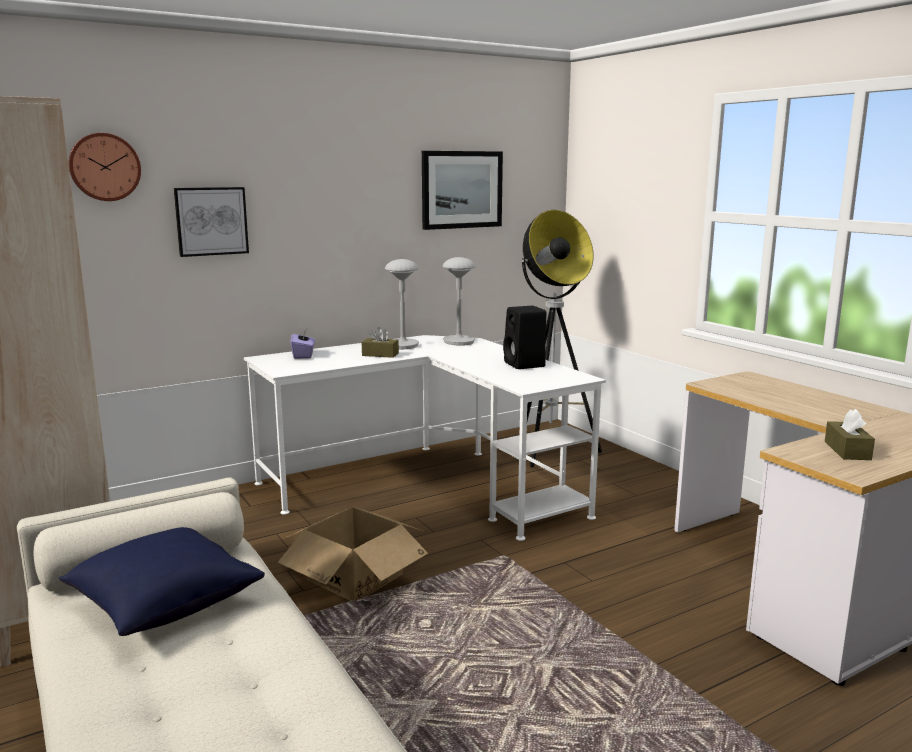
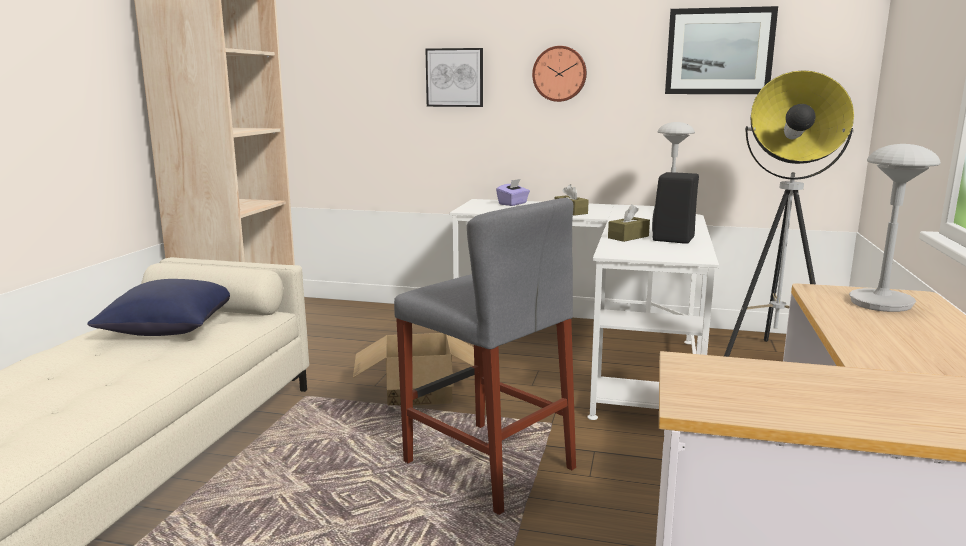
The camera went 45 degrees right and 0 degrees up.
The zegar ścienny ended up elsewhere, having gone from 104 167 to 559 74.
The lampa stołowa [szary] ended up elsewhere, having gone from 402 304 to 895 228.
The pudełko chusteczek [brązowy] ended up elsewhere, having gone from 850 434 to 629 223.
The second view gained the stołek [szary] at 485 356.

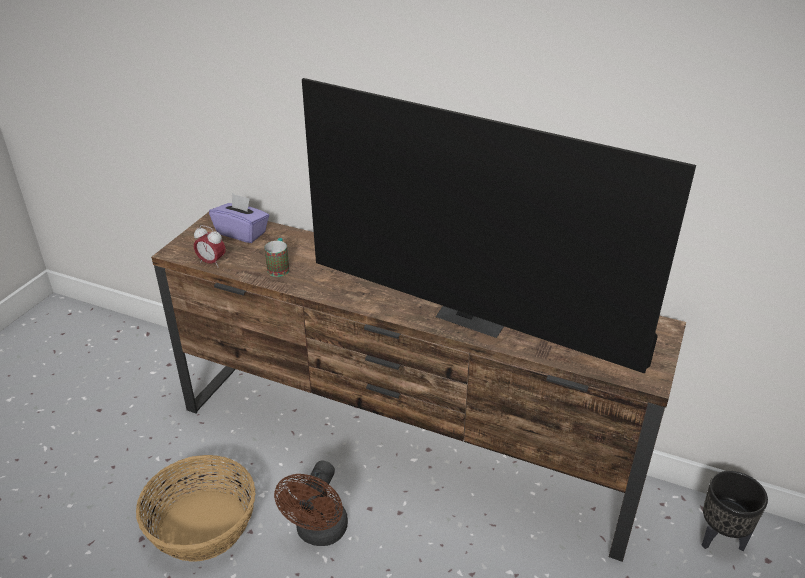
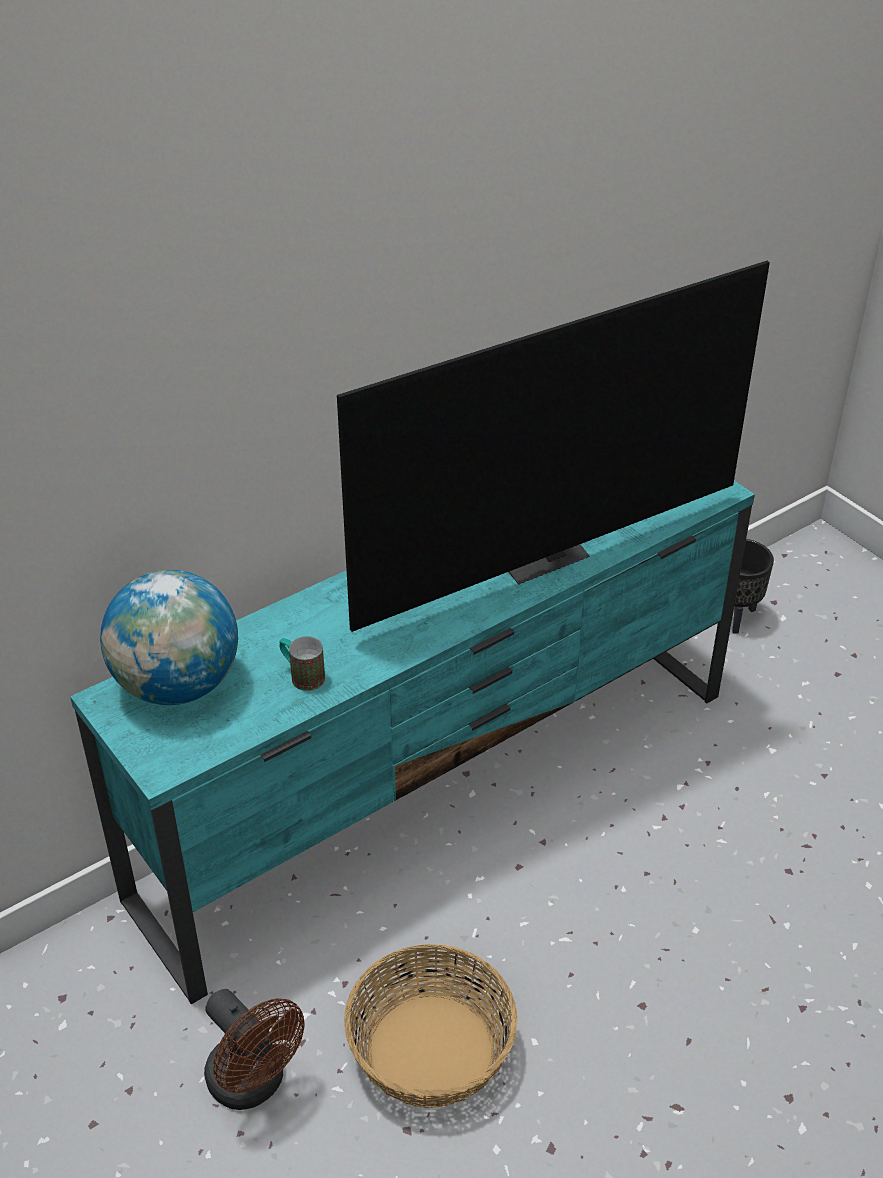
The camera went 60 degrees left and 5 degrees up.
Where the pudełko chusteczek [fioletowy] stood at 239 218, the globus came to stand at 169 637.
What was the szafka pod telewizor [brązowy] at 418 387 turned into the szafka pod telewizor [turkusowy] at 412 742.
The second view lost the budzik at 210 246.
The wentylator [brązowy] ended up elsewhere, having gone from 311 503 to 254 1049.

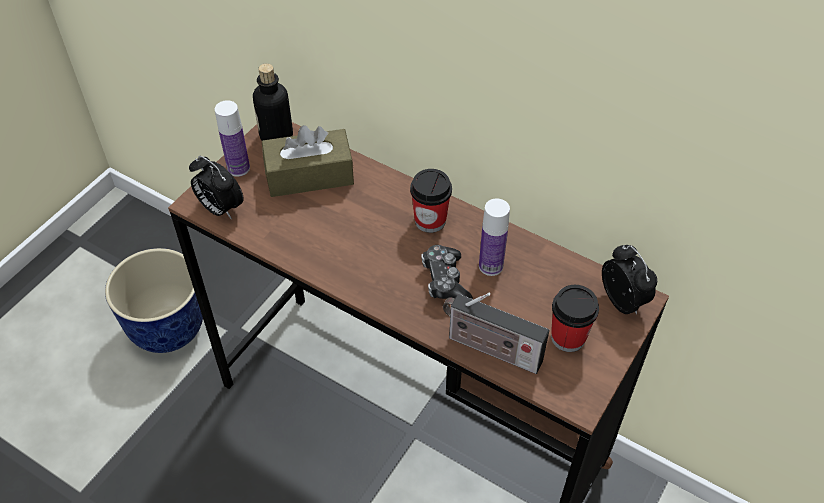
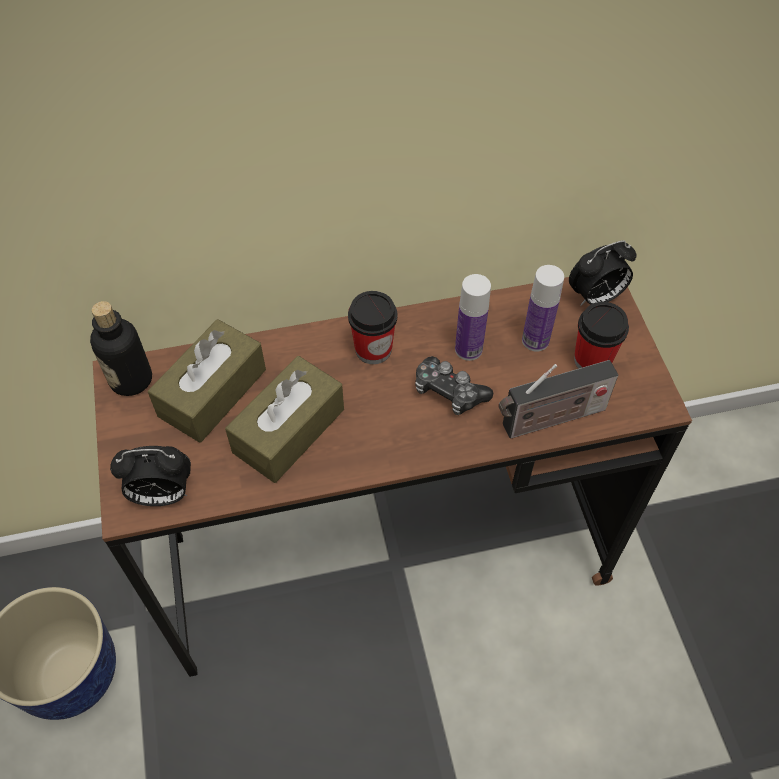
The camera went 45 degrees left and 5 degrees up.
The butelka ended up elsewhere, having gone from 232 138 to 543 308.
The budzik at 629 280 ended up facing another way, 135 degrees clockwise from before.
The second view gained the pudełko chusteczek [brązowy] at 284 419.

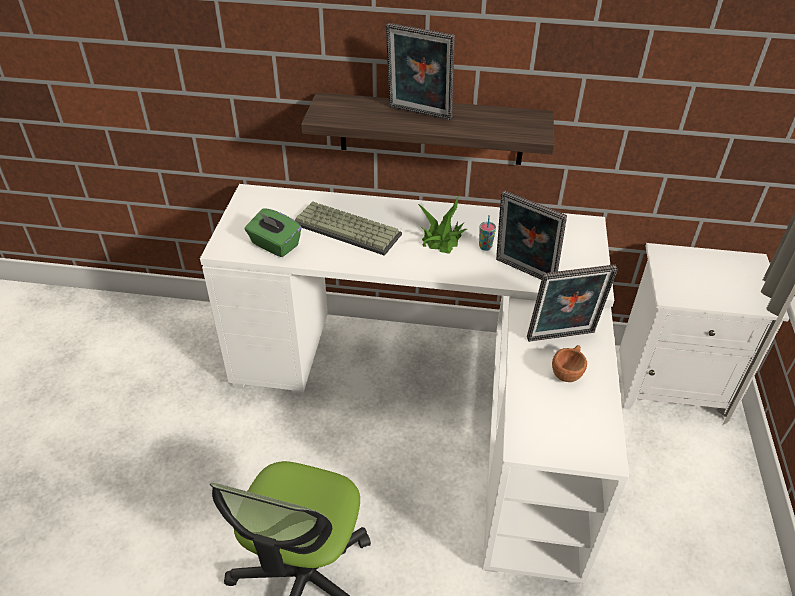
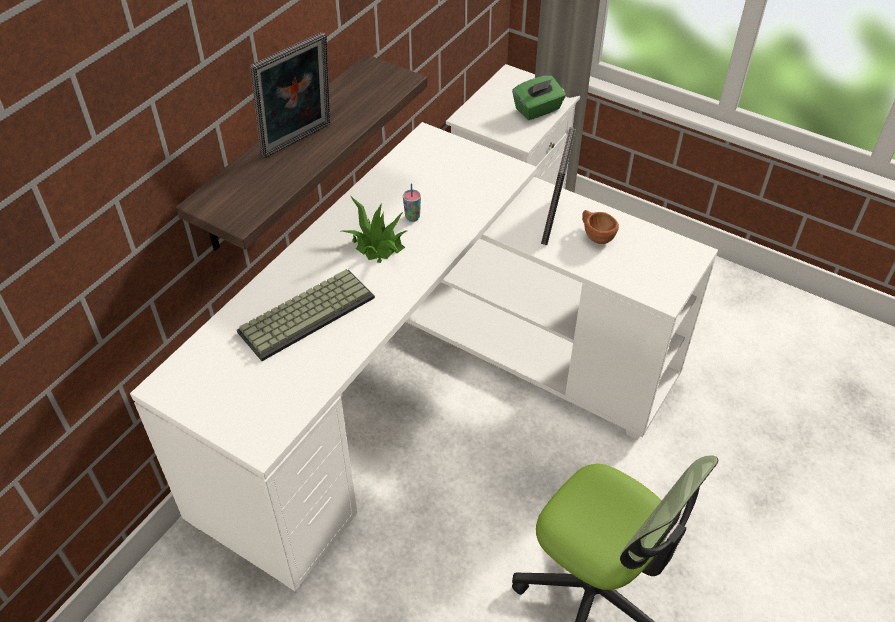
The camera went 65 degrees left and 5 degrees up.
The second view lost the ramka na zdjęcie at 531 235.
The pudełko chusteczek [zielony] ended up elsewhere, having gone from 273 232 to 539 97.

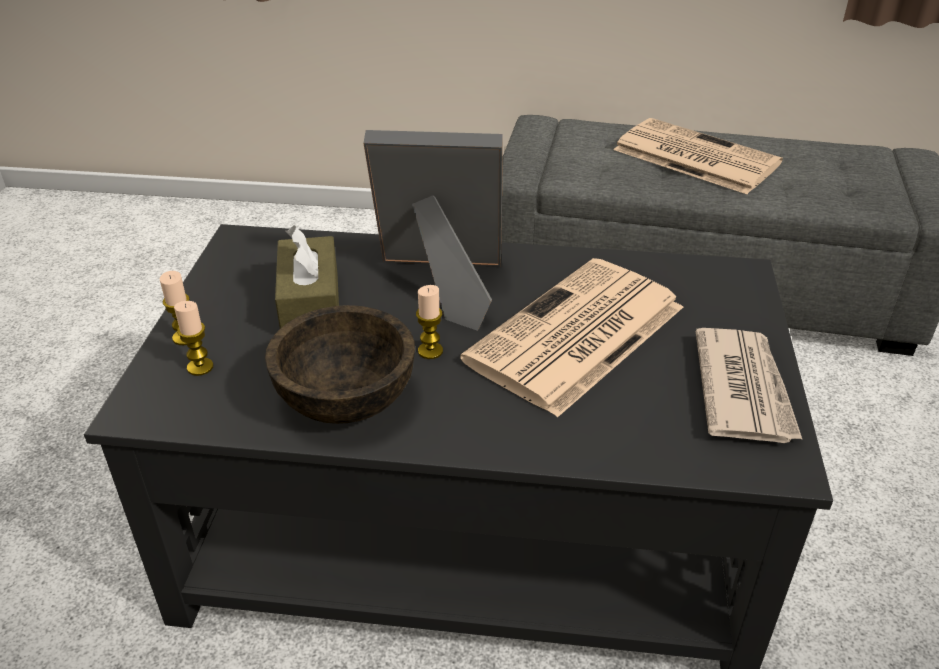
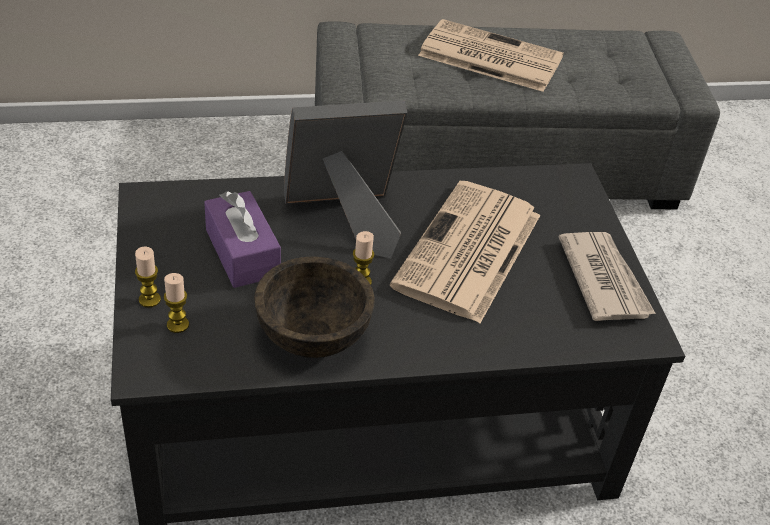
The camera went 20 degrees left and 5 degrees up.
What was the pudełko chusteczek [brązowy] at 307 277 turned into the pudełko chusteczek [fioletowy] at 242 239.

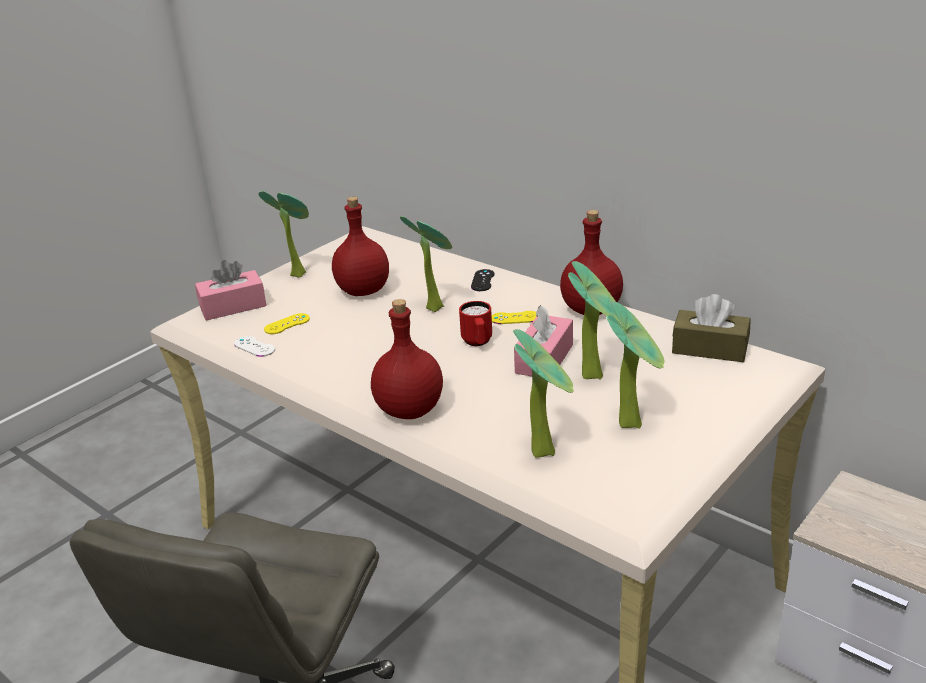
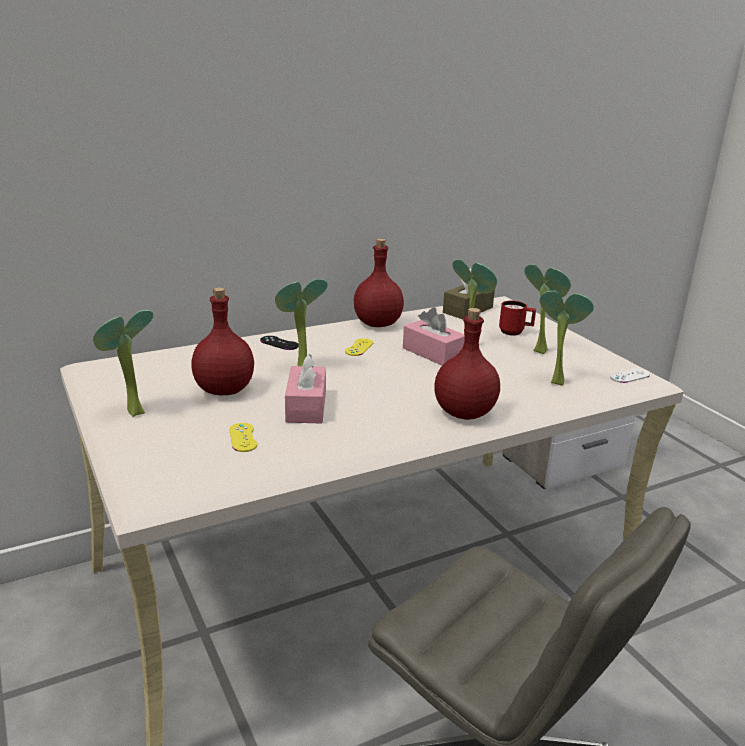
The camera went 70 degrees left and 5 degrees down.
The pudełko chusteczek [różowy] ended up elsewhere, having gone from 231 290 to 305 389.
The kubek [czerwony] ended up elsewhere, having gone from 475 323 to 517 318.
The pad do gier [biały] ended up elsewhere, having gone from 254 346 to 630 375.

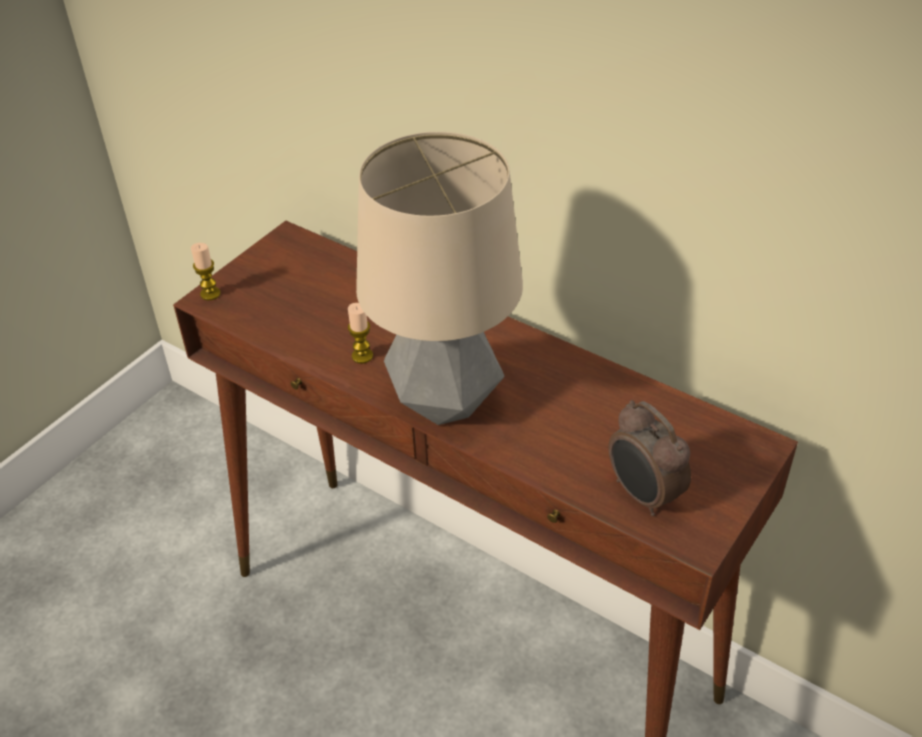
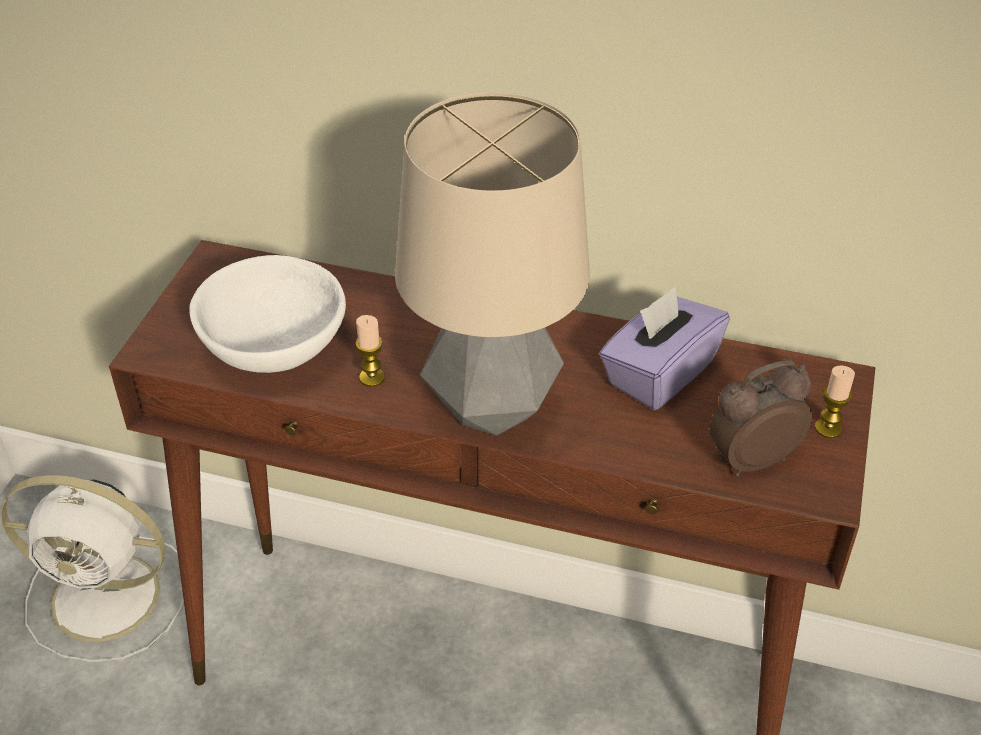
The camera went 20 degrees left and 0 degrees up.
The świeca ended up elsewhere, having gone from 206 272 to 835 402.
The budzik at 649 458 ended up facing another way, 120 degrees clockwise from before.
The second view gained the miska [biały] at 267 314.
The second view gained the pudełko chusteczek [fioletowy] at 664 348.
The second view gained the wentylator [biały] at 92 569.

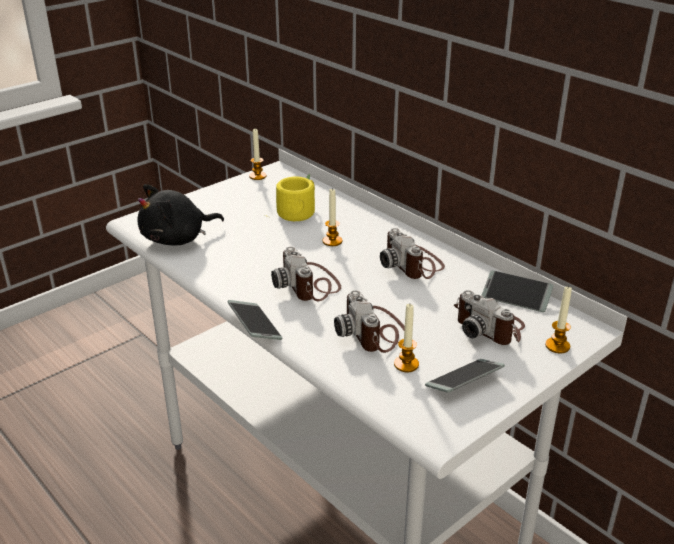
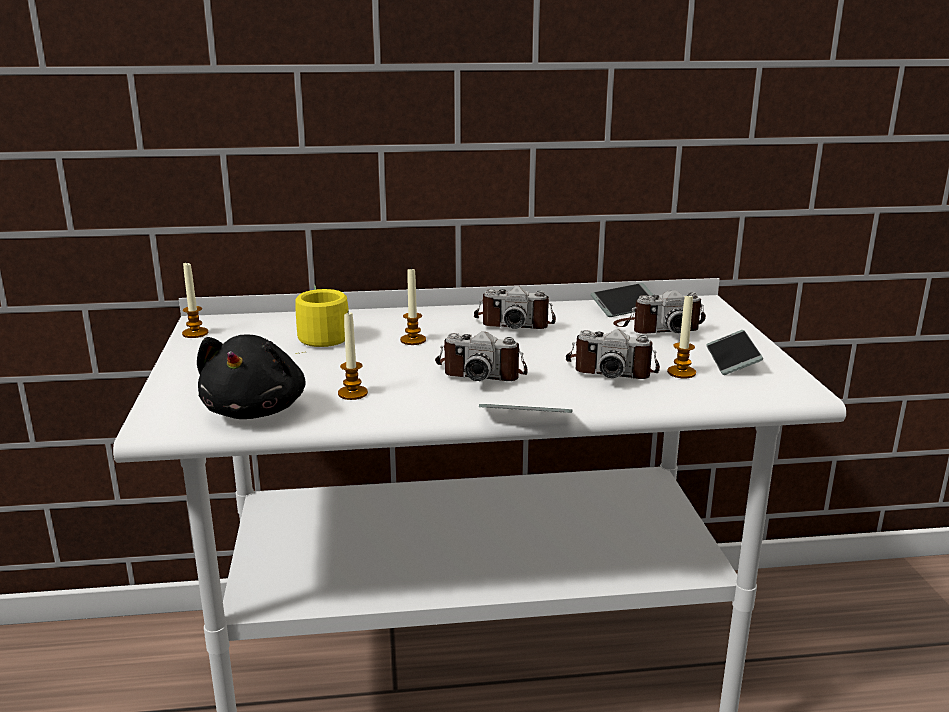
The camera went 55 degrees left and 10 degrees down.
The świeca ended up elsewhere, having gone from 558 319 to 353 356.

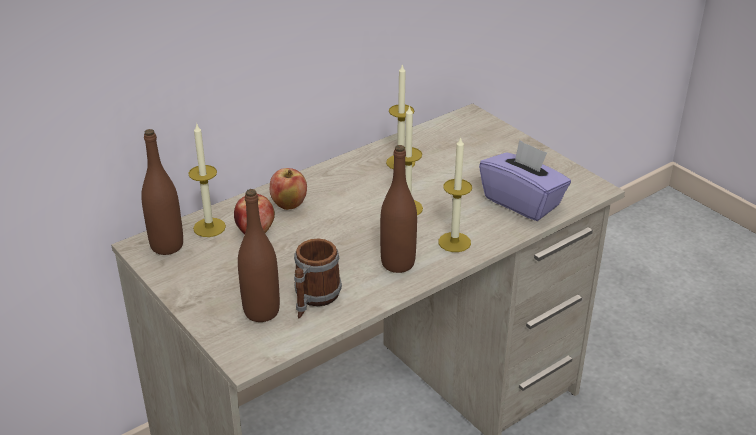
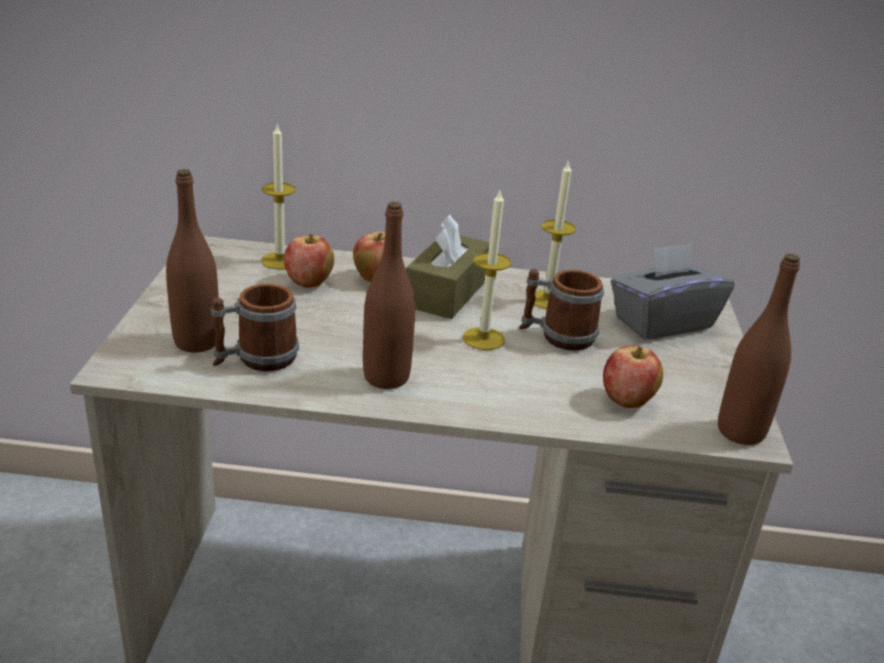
The camera went 40 degrees right and 5 degrees down.
The butelka [brązowy] ended up elsewhere, having gone from 162 192 to 759 349.
The second view lost the świeca at 455 194.
Where the pudełko chusteczek [fioletowy] stood at 525 180, the jabłko came to stand at 633 377.
The second view gained the pudełko chusteczek [brązowy] at 448 266.
The second view gained the pudełko chusteczek [szary] at 672 291.
The second view gained the kubek at 561 310.

